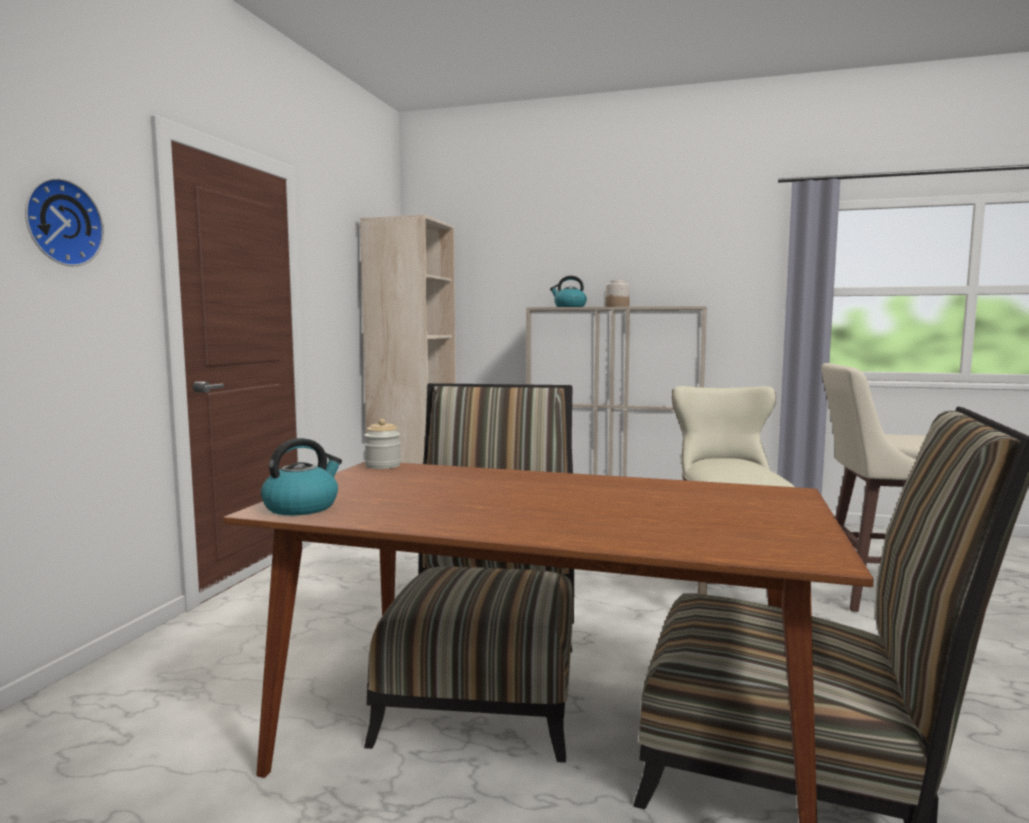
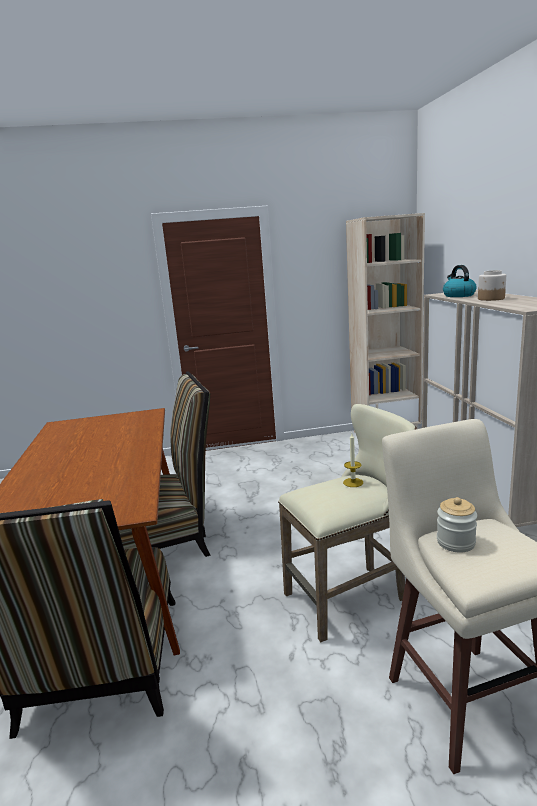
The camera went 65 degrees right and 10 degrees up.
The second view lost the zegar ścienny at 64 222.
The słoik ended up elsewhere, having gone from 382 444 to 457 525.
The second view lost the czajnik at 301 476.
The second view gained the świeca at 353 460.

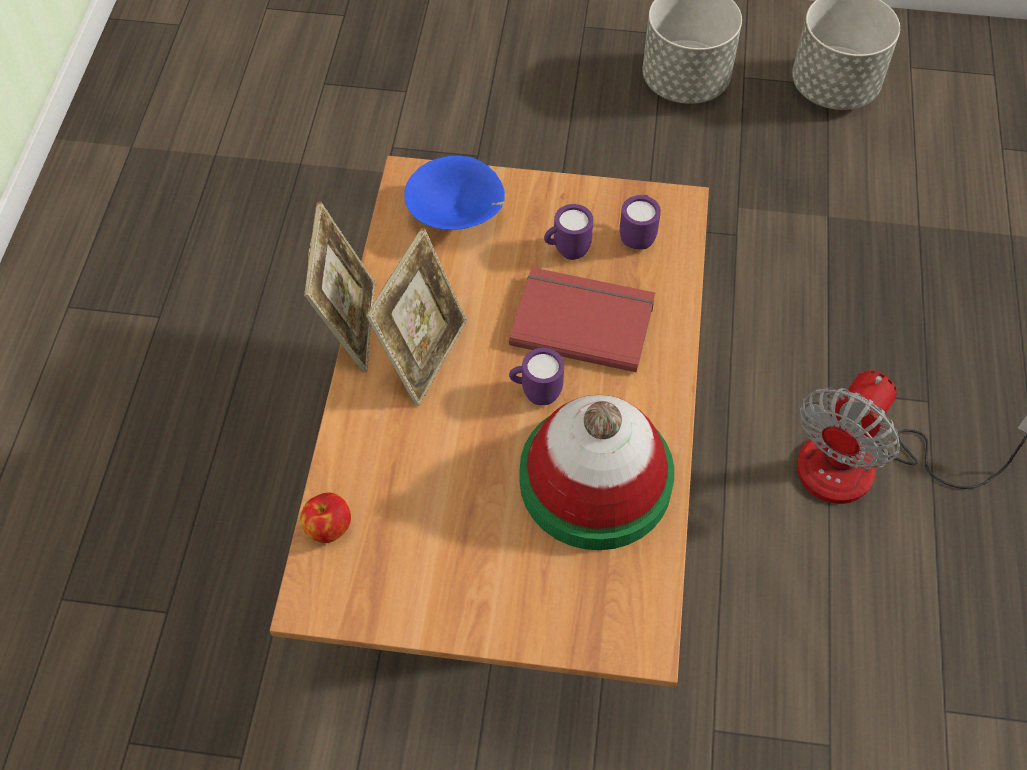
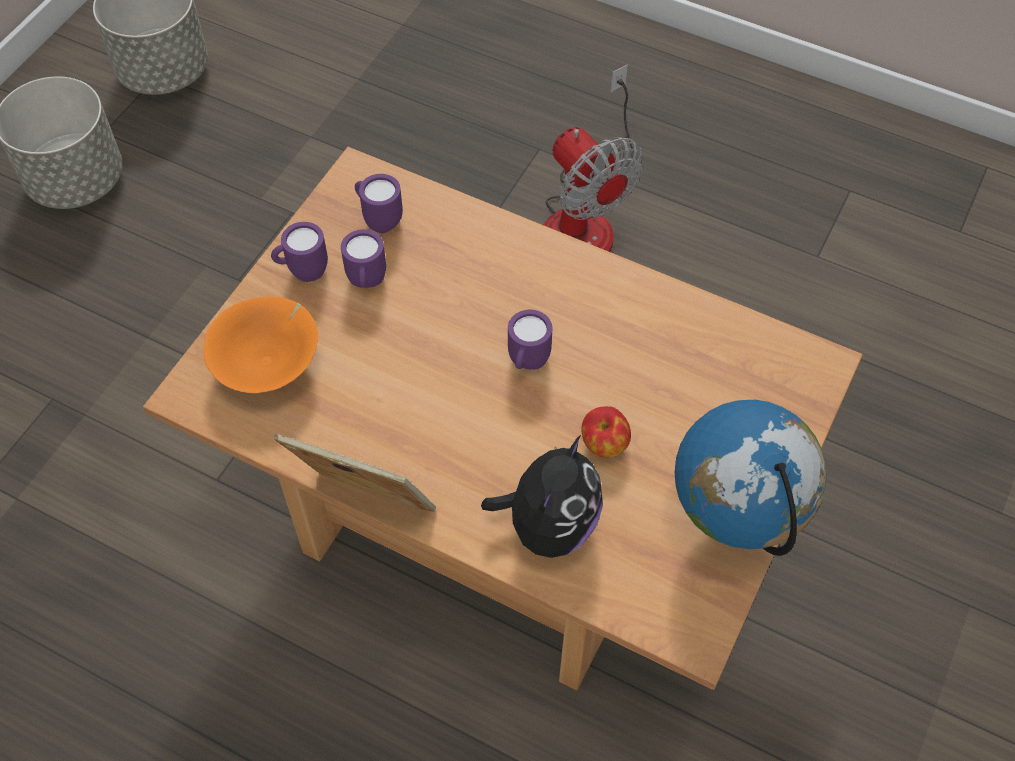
The camera went 70 degrees left and 0 degrees up.
What was the miska [niebieski] at 454 192 turned into the miska [pomarańczowy] at 260 344.
The second view lost the ramka na zdjęcie at 416 317.
The second view lost the książka [czerwony] at 582 320.
The second view lost the kapelusz at 596 472.
The jabłko ended up elsewhere, having gone from 326 517 to 606 431.
The second view gained the kubek [fioletowy] at 299 252.
The second view gained the globus at 751 478.
The second view gained the pluszak at 542 496.

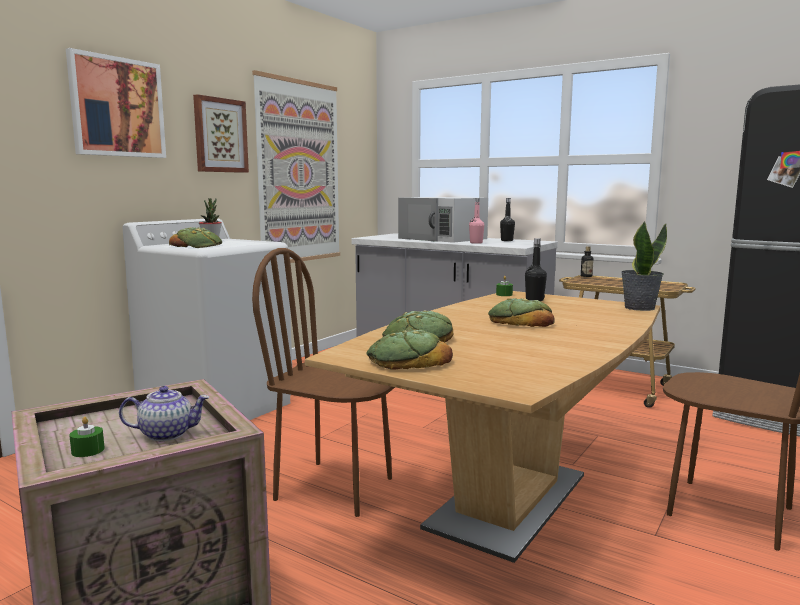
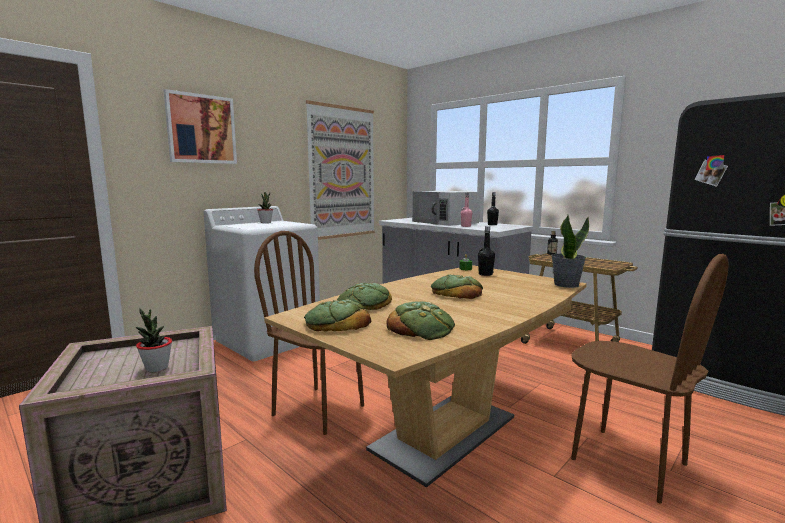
The camera went 10 degrees right and 0 degrees up.
The second view lost the obraz at 221 133.
The chleb ended up elsewhere, having gone from 195 237 to 421 320.
Where the imbryk stood at 164 413, the roślina doniczkowa came to stand at 153 340.
The second view lost the świeca [zielony] at 87 437.

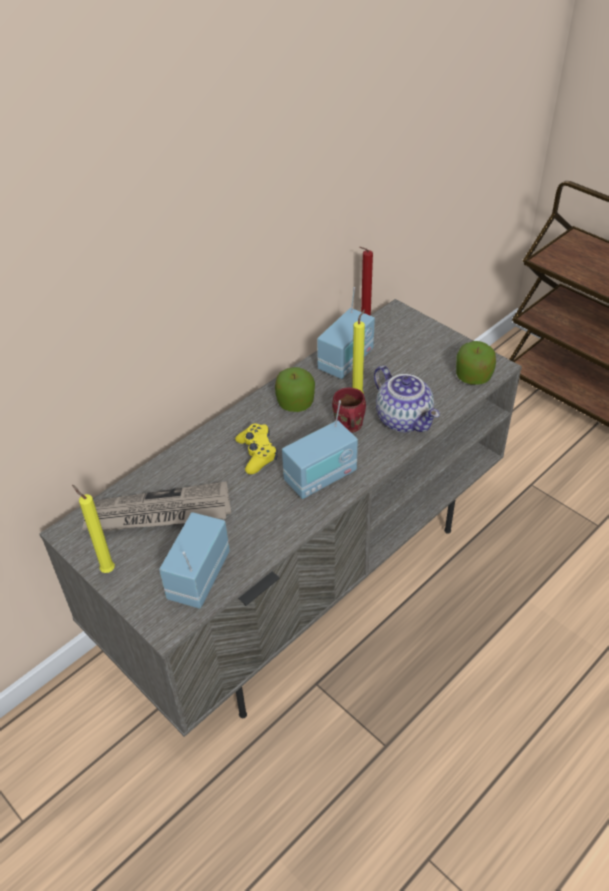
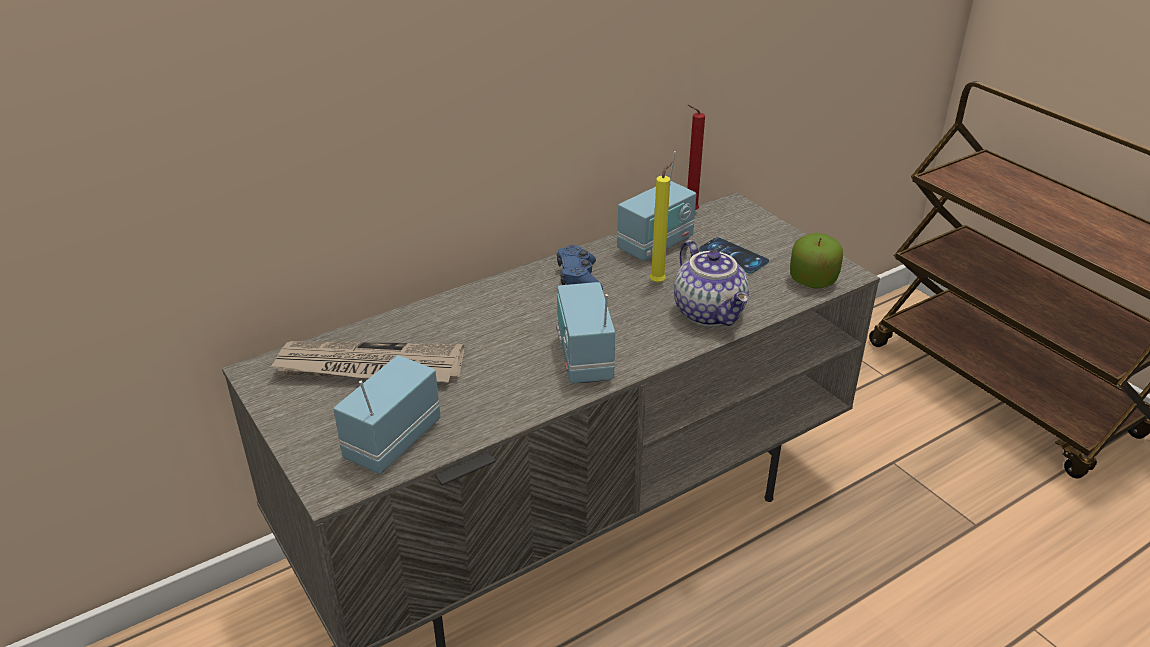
The camera went 10 degrees right and 10 degrees down.
Where the jabłko stood at 295 389, the pad do gier [niebieski] came to stand at 580 267.
The second view lost the kubek [czerwony] at 349 410.
The radio at 320 449 ended up facing another way, 105 degrees clockwise from before.
The second view lost the pad do gier [żółty] at 256 449.
The second view lost the świeca [żółty] at 93 529.
The second view gained the telefon at 734 255.

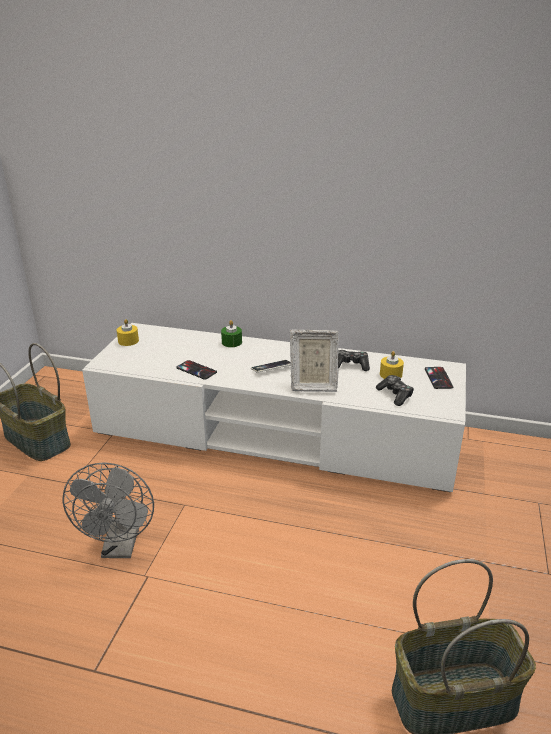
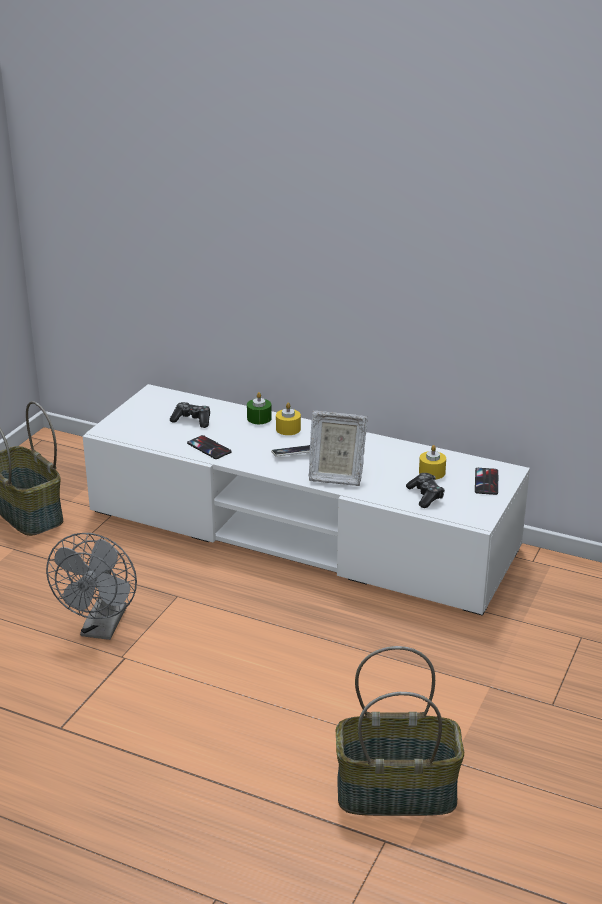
The camera went 10 degrees right and 0 degrees up.
The świeca [żółty] ended up elsewhere, having gone from 128 332 to 288 419.
The pad do gier ended up elsewhere, having gone from 354 360 to 190 415.

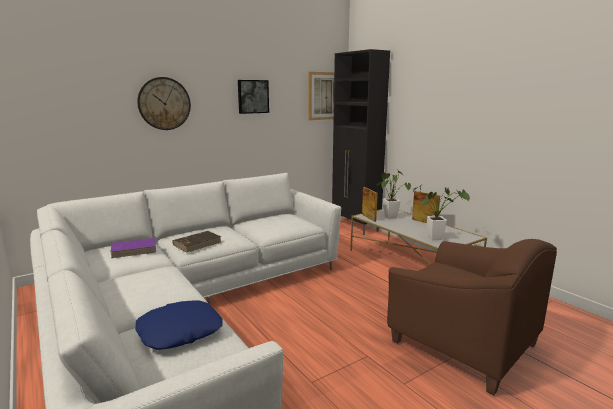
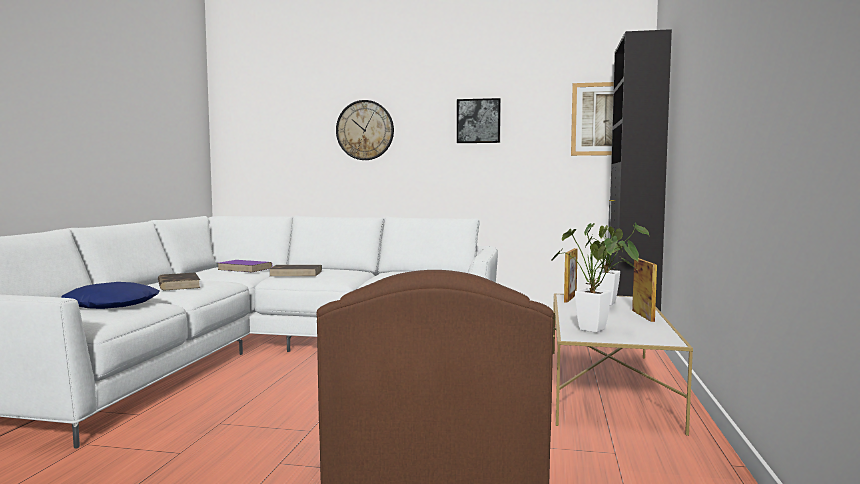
The camera went 45 degrees right and 10 degrees down.
The second view gained the książka [brązowy] at 179 282.

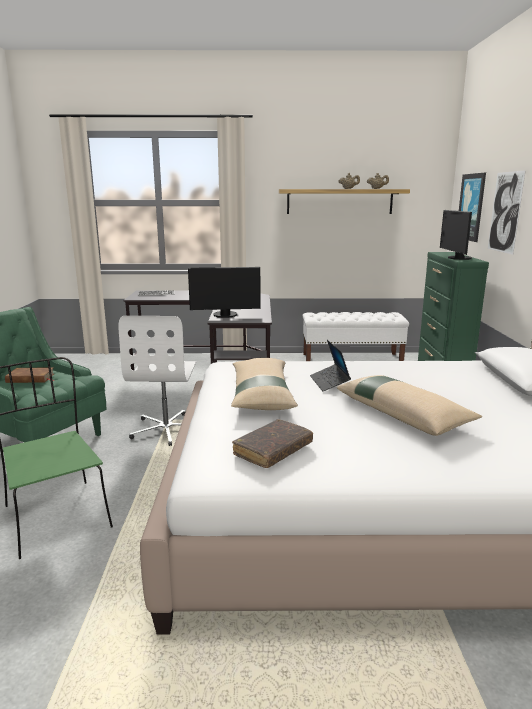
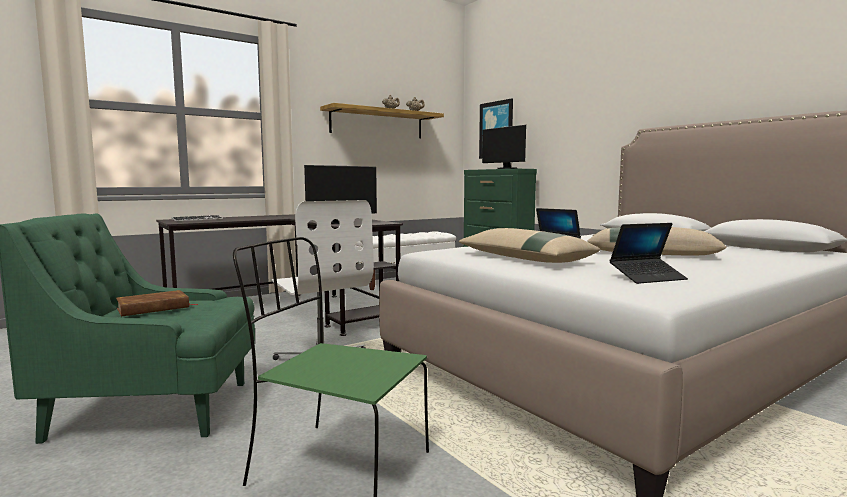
The camera went 35 degrees left and 10 degrees down.
The second view lost the obraz at 507 212.
Where the książka [brązowy] stood at 272 443, the laptop came to stand at 648 253.

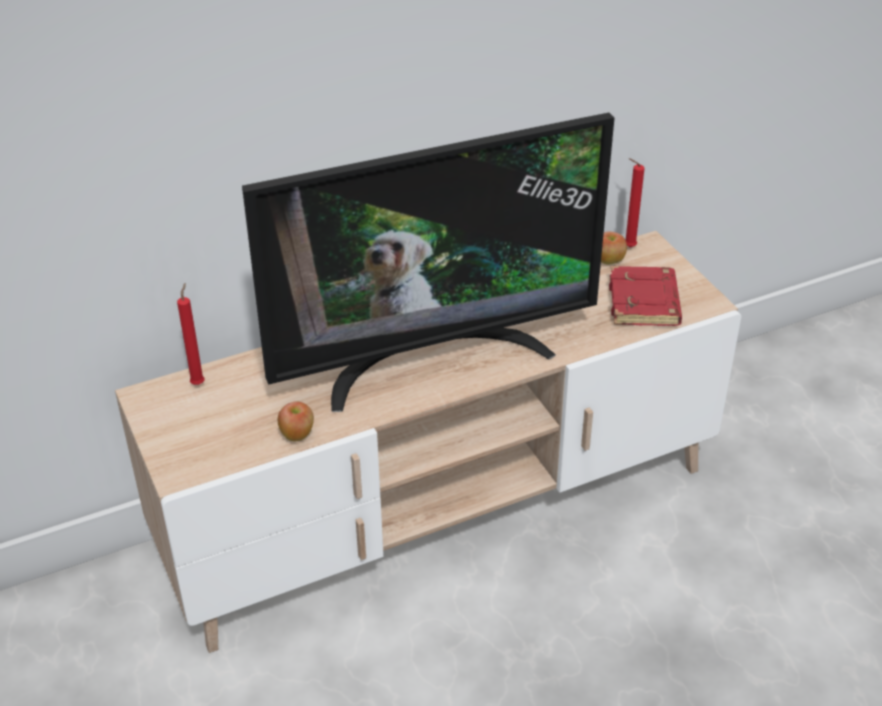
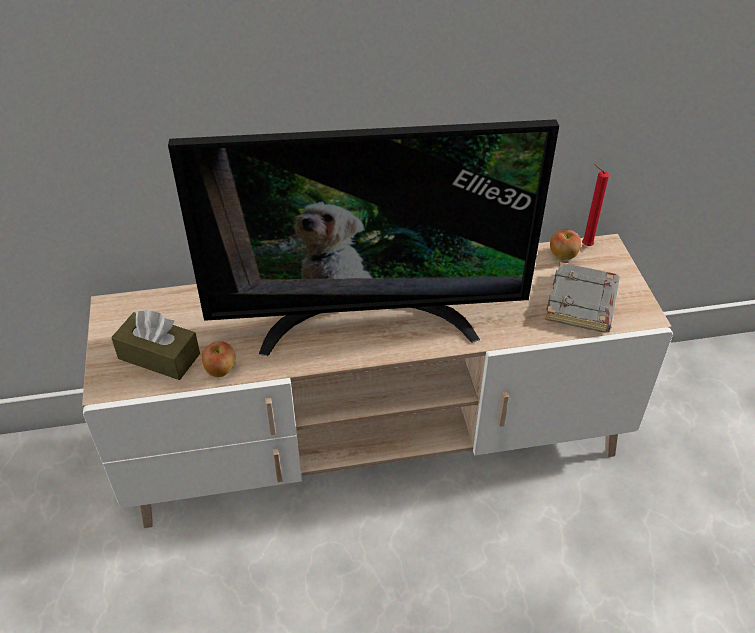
The camera went 15 degrees right and 5 degrees up.
What was the książka [czerwony] at 645 296 turned into the książka [szary] at 582 297.
The second view lost the świeca [czerwony] at 191 334.
The second view gained the pudełko chusteczek [brązowy] at 155 345.

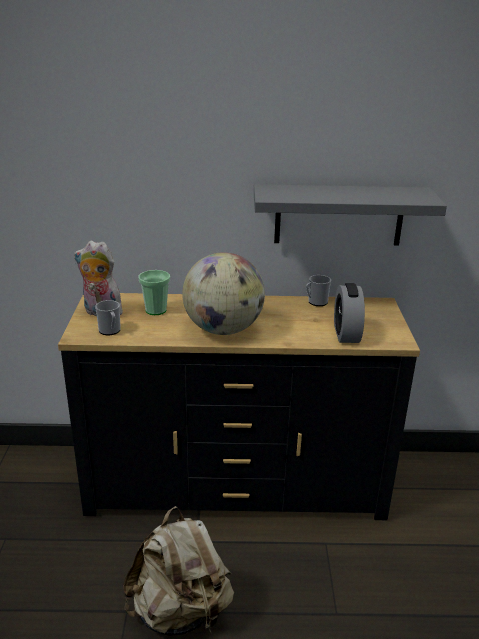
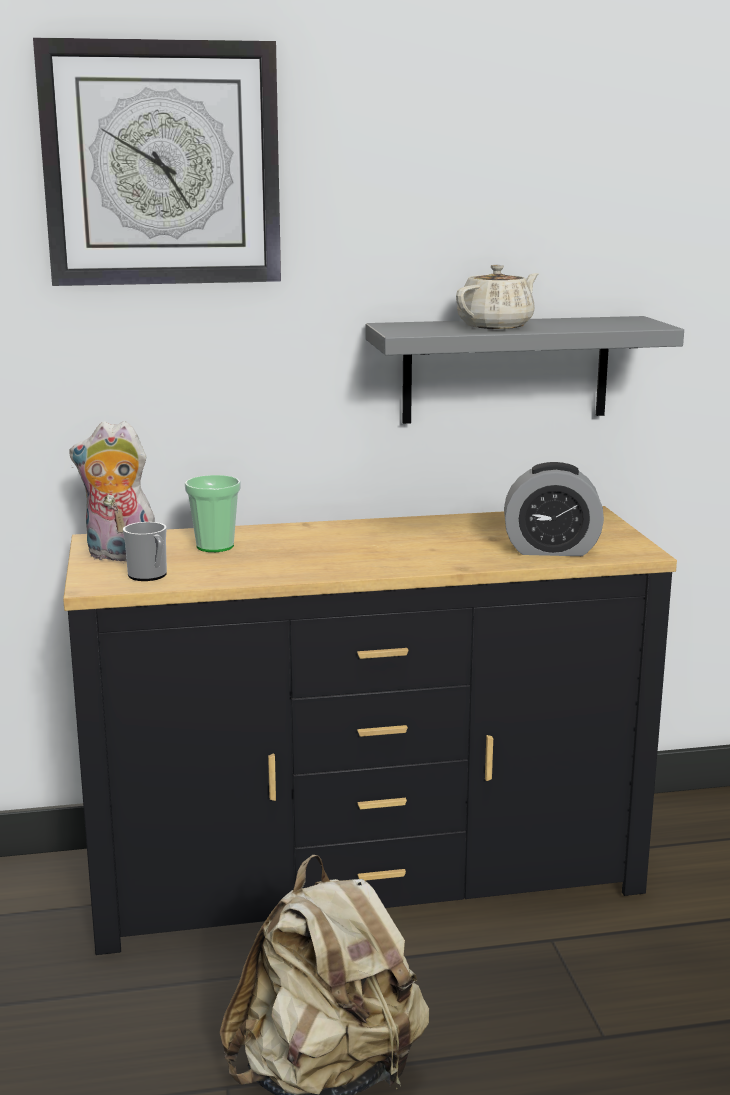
The camera went 10 degrees left and 10 degrees down.
The second view lost the globus at 223 293.
The second view lost the kubek at 318 290.
The budzik at 349 313 ended up facing another way, 75 degrees counterclockwise from before.
The second view gained the zegar ścienny at 157 162.
The second view gained the imbryk [beżowy] at 497 296.

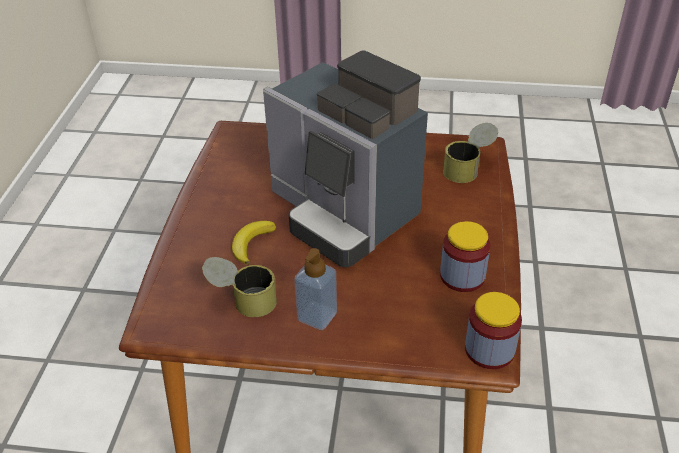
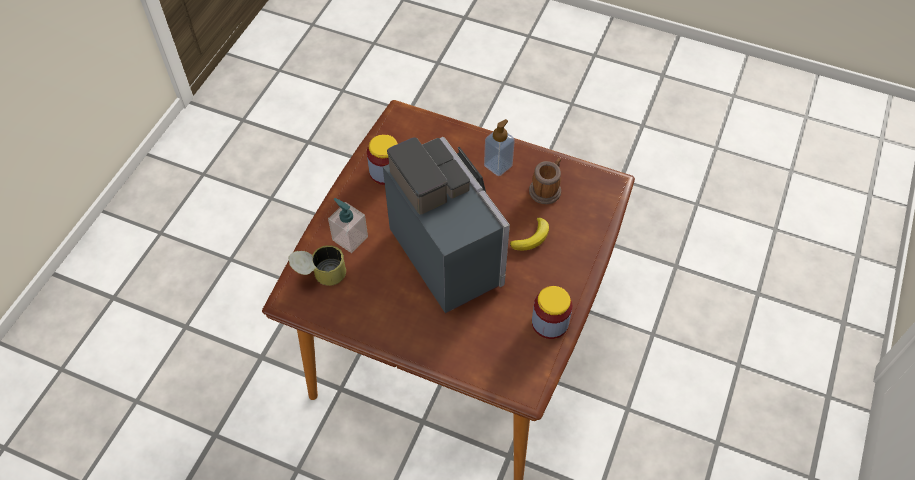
The camera went 165 degrees left and 15 degrees up.
Where the puszka stood at 239 287, the kubek came to stand at 545 181.
The słoik ended up elsewhere, having gone from 493 330 to 552 312.
The second view gained the dozownik mydła at 348 225.

